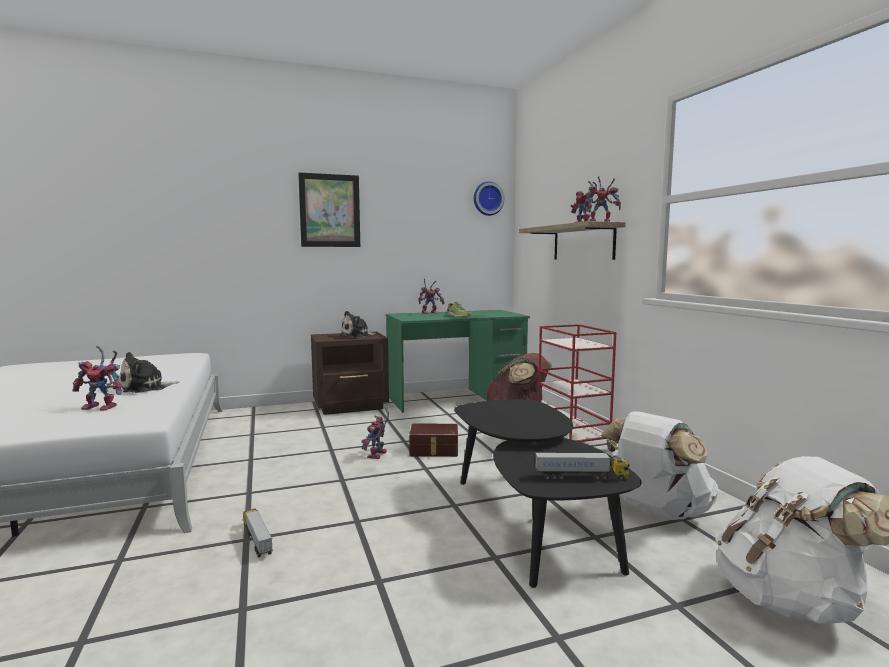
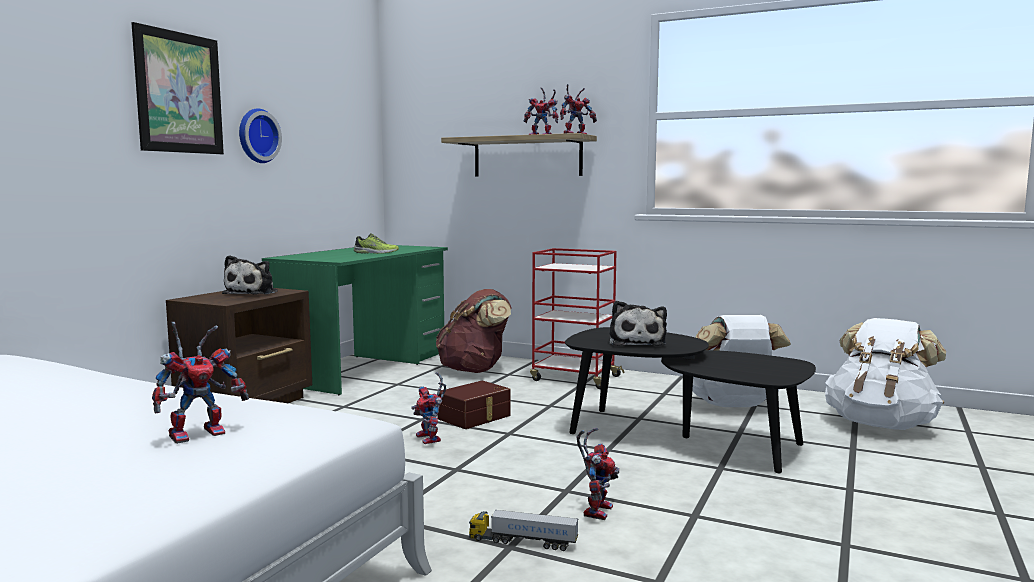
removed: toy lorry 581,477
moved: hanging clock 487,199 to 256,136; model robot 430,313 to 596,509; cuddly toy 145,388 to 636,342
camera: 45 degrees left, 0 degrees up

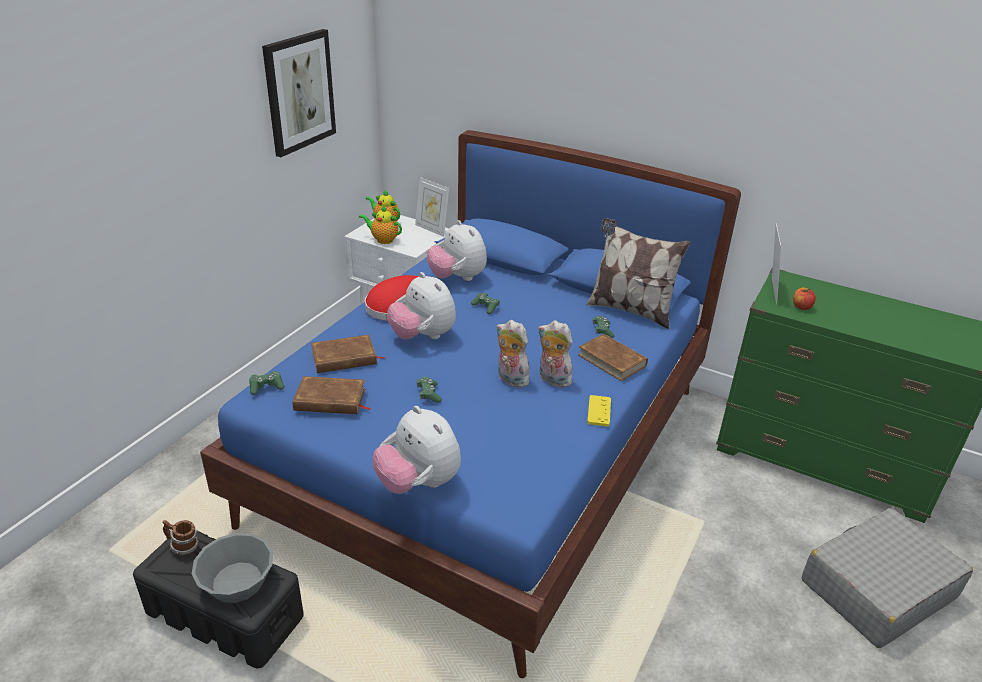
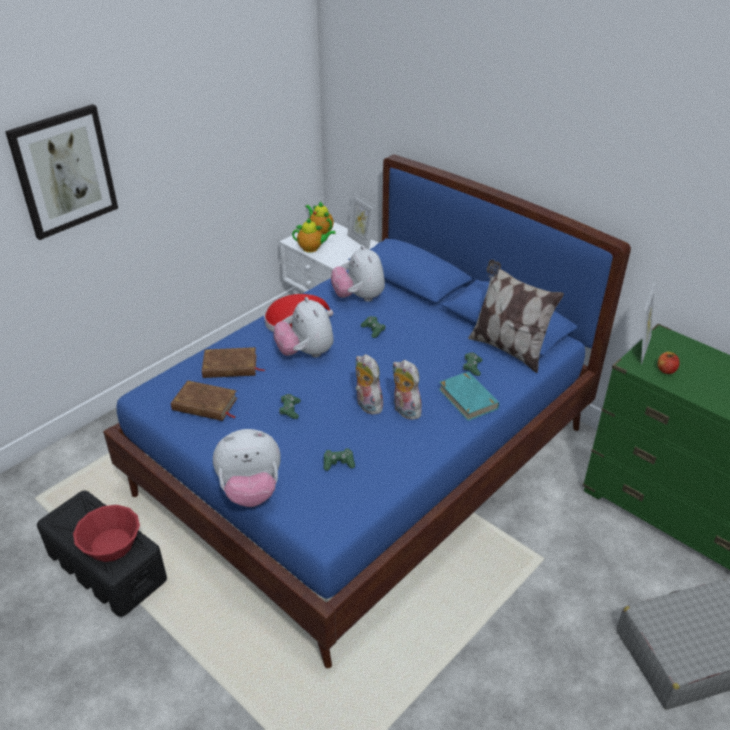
removed: yellow-coloured joypad 599,411; coffee mug 183,547
moved: wall picture 299,92 to 64,171; green joypad 266,387 to 338,463
recoloured: brown volume 612,360 to turquoise-coloured volume 468,398; gray deep dish 237,581 to reddish deep dish 111,544
turned: teapot 383,240 = 312,249 150 degrees clockwise; cuddly toy 418,483 = 251,491 75 degrees counterclockwise
camera: 15 degrees right, 5 degrees up

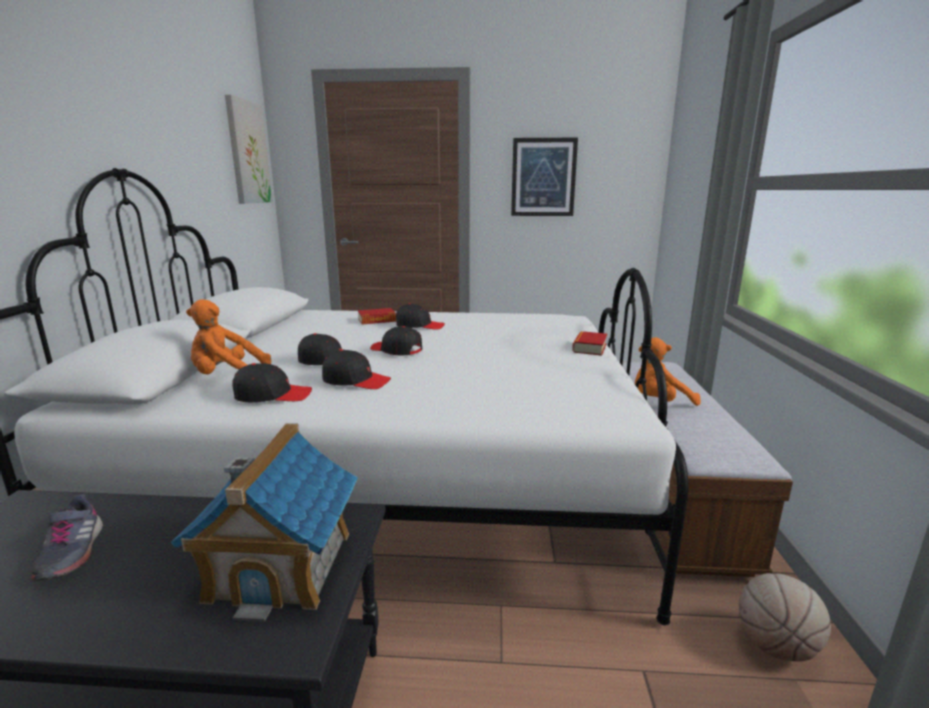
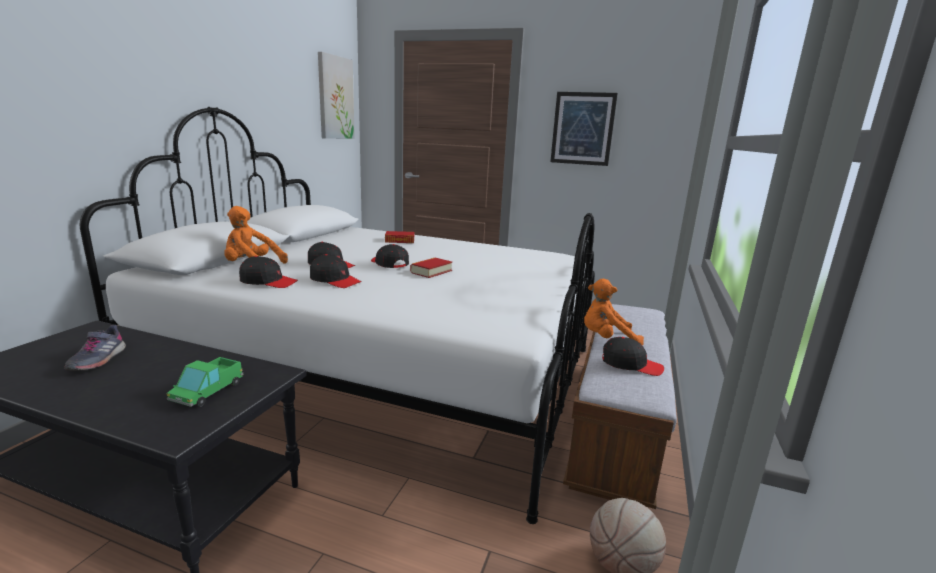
moved: blackish cap 419,326 to 631,364; volume 589,348 to 431,271
replaced: miniature house 282,565 to toy lorry 207,391
camera: 15 degrees right, 0 degrees up

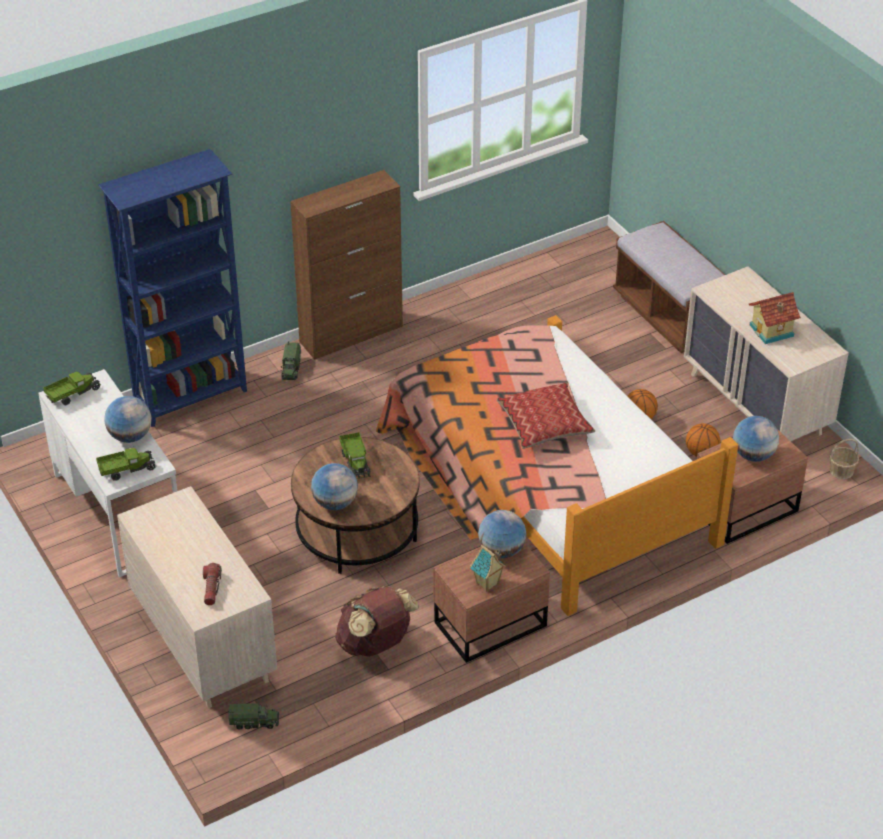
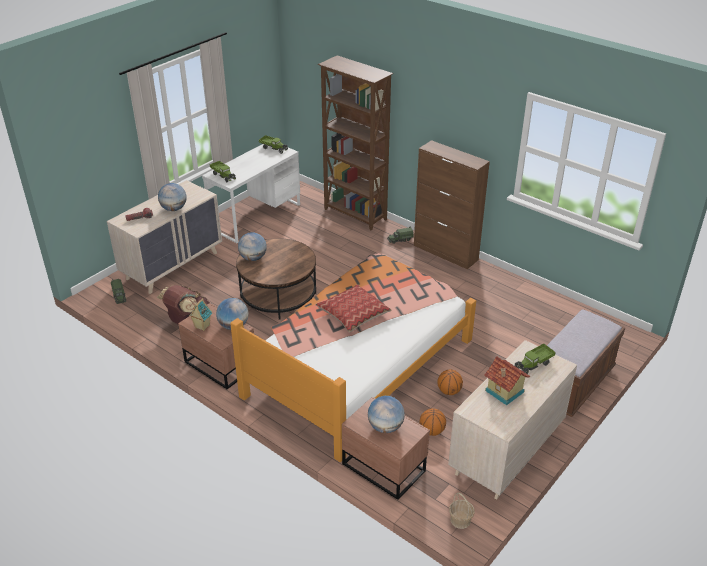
moved: desk globe 130,436 to 174,209; toy lorry 356,462 to 533,364
recoloured: blue-coloured bookshelf 192,397 to brown bookshelf 355,215
camera: 70 degrees right, 5 degrees down

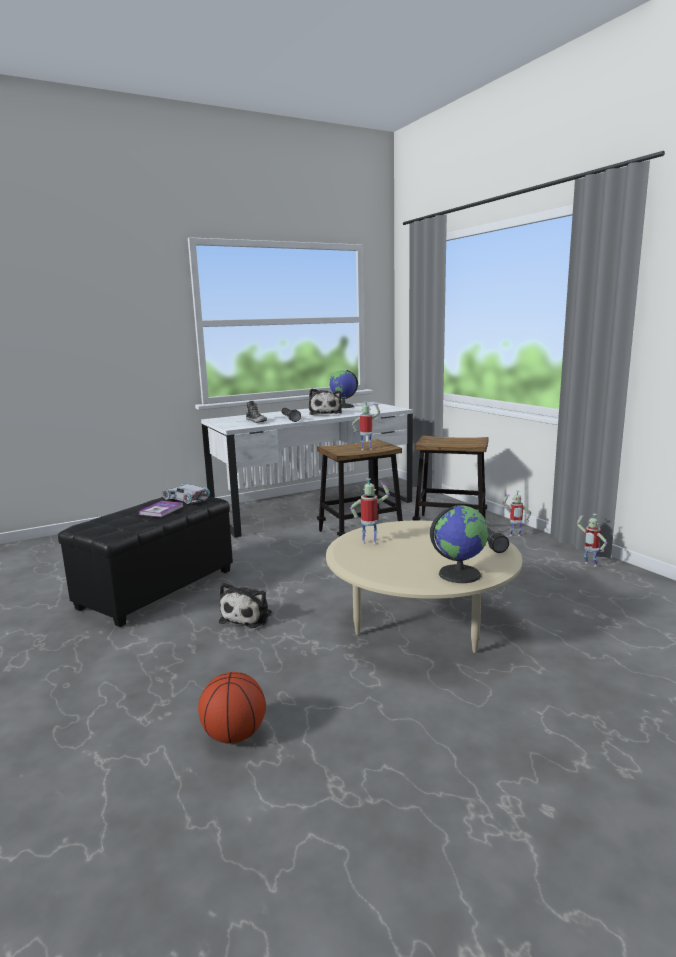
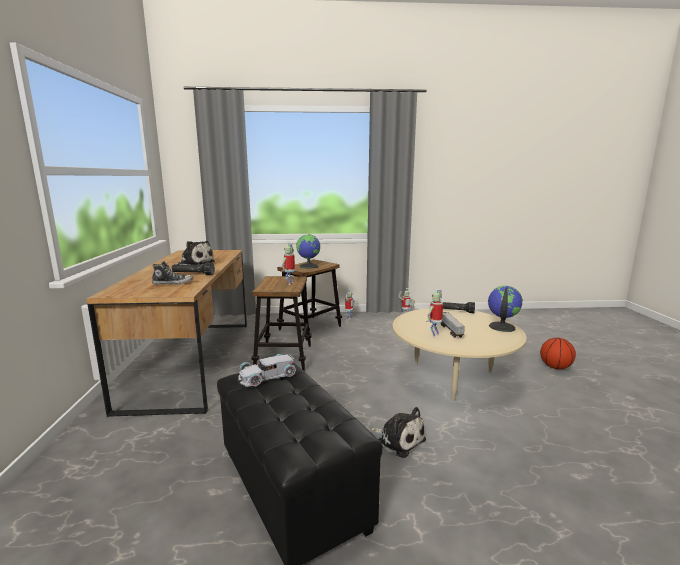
removed: volume 161,510
added: toy lorry 449,329
moved: desk globe 343,406 to 309,266; ball for basketball 234,735 to 555,367
recoloured: white desk table 313,508 to brown desk table 193,360
camera: 65 degrees left, 0 degrees up

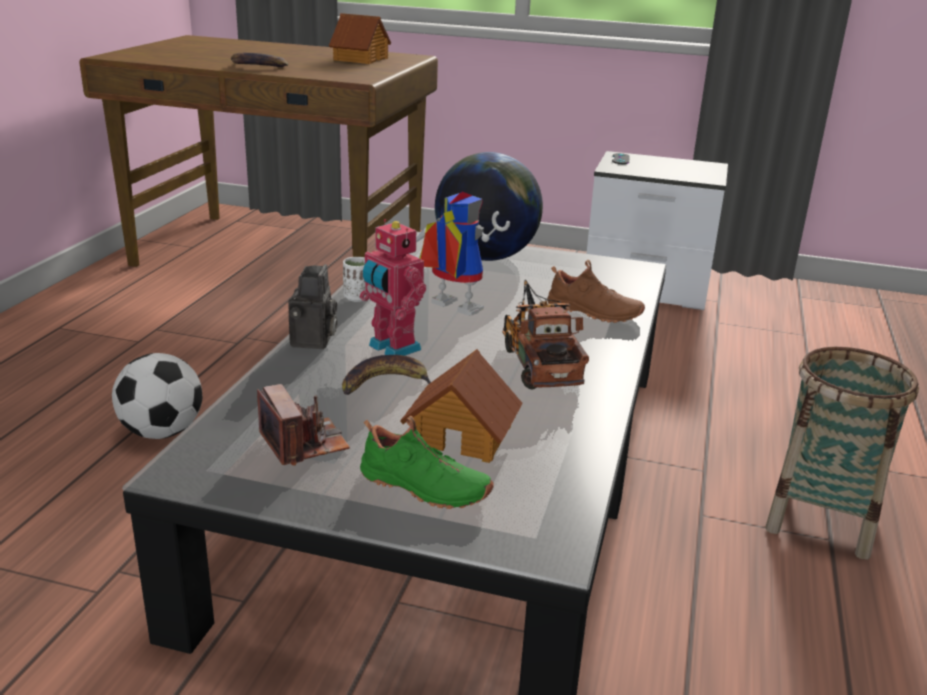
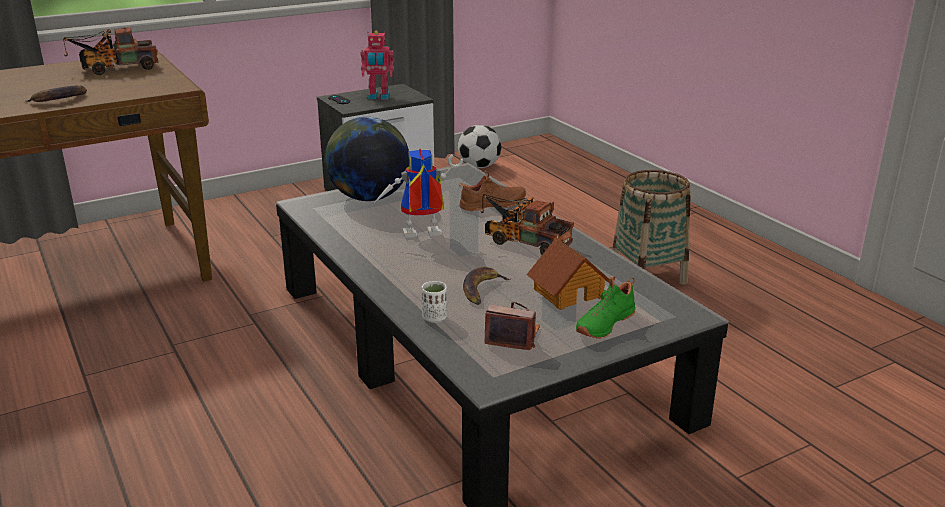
removed: photo camera 314,342
moved: model robot 392,348 to 379,97; white small cup 357,297 to 434,318; football 162,432 to 479,167
replaced: miniature house 360,59 to toy lorry 114,69
turned: green low shoe 423,489 = 603,323 150 degrees clockwise
camera: 45 degrees left, 0 degrees up

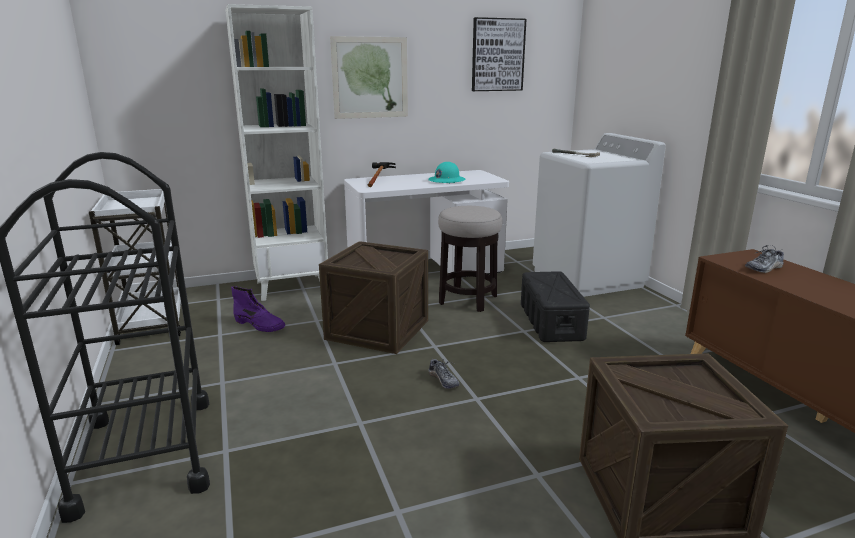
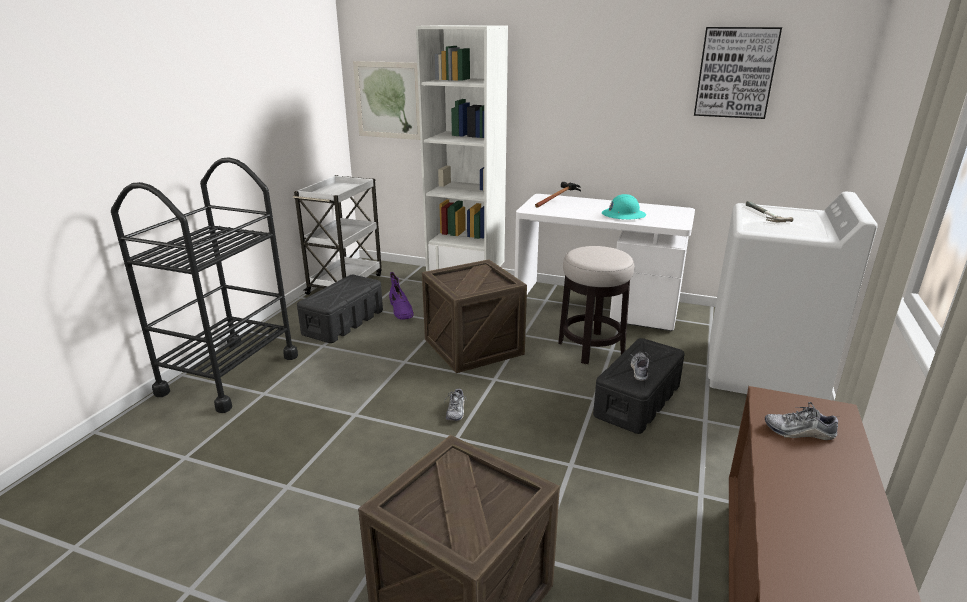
added: blackish storage bin 344,322; low shoe 639,370
moved: wall picture 370,78 to 388,100
camera: 40 degrees right, 5 degrees up

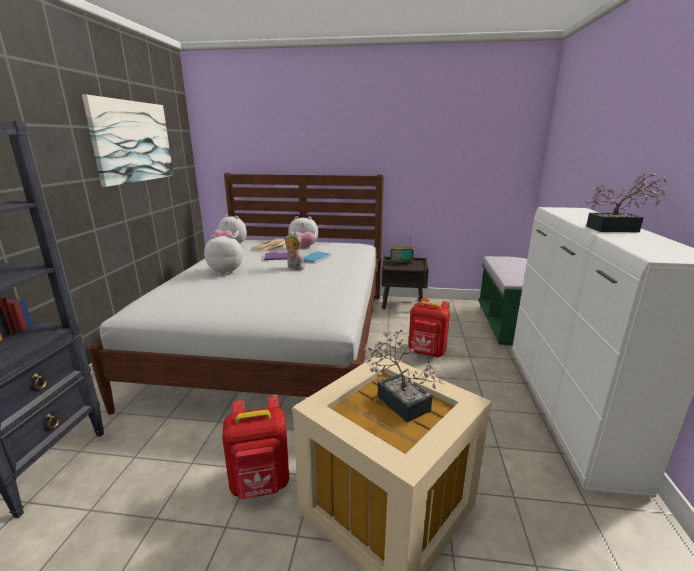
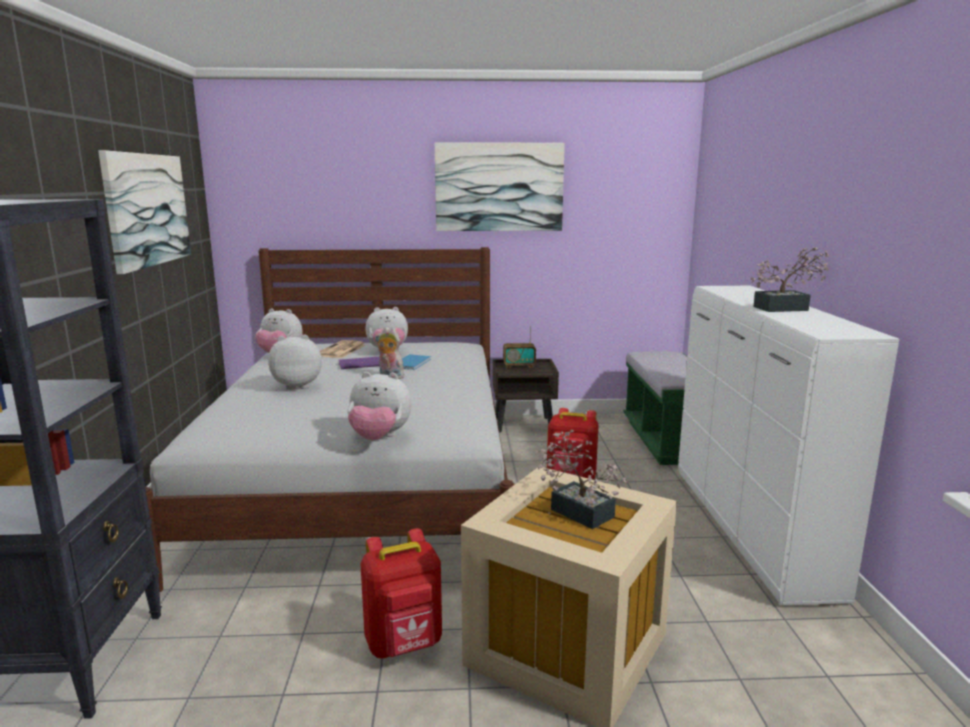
added: wall picture 499,187; cuddly toy 379,438
camera: 10 degrees left, 5 degrees down

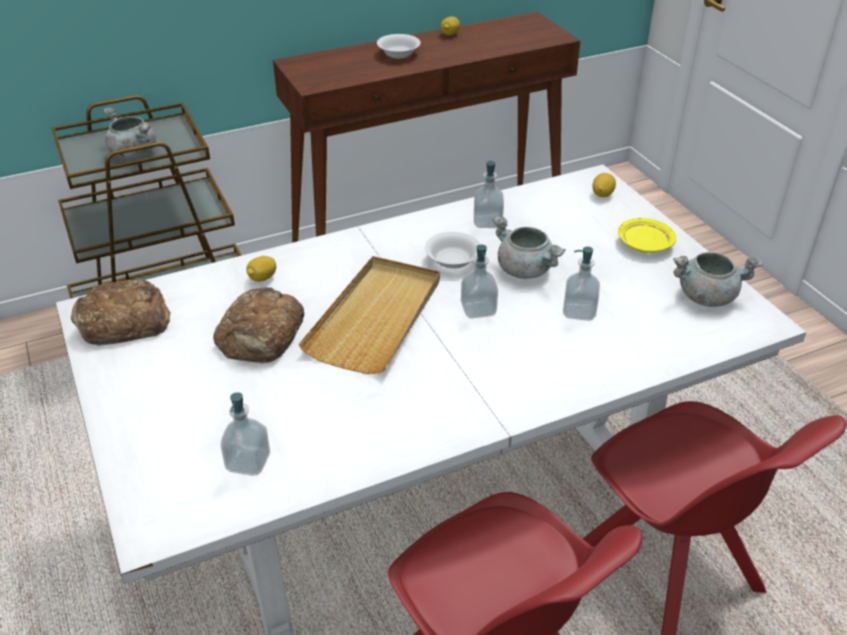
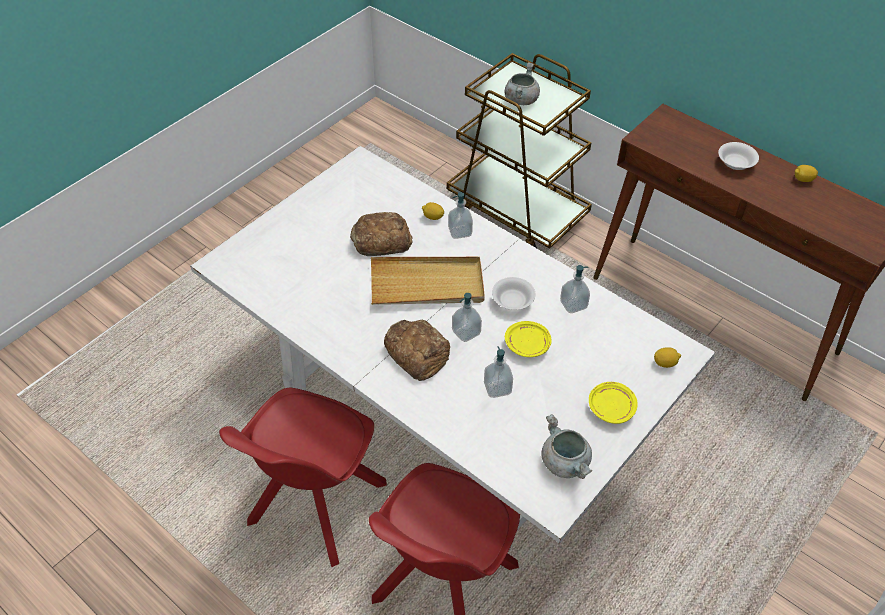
moved: bread 123,321 to 417,352; soap bottle 248,462 to 460,232
replaced: gray stockpot 526,270 to yellow-coloured dinner plate 528,344
camera: 65 degrees right, 10 degrees up

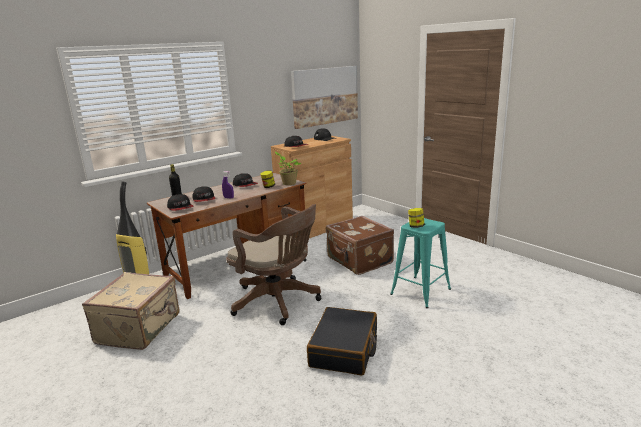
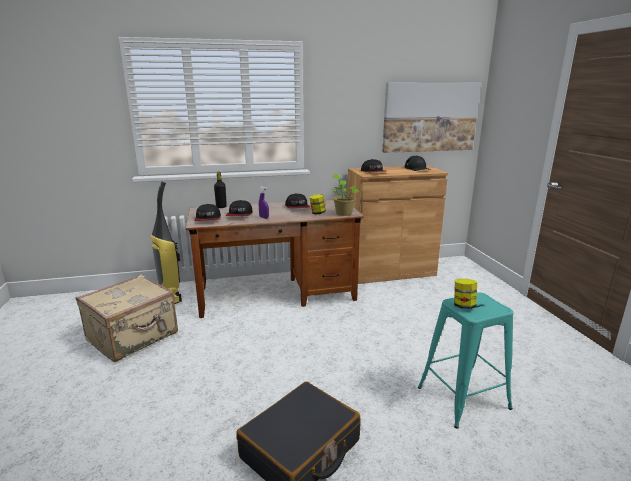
removed: brown computer chair 279,302; brown travel case 359,261
camera: 25 degrees right, 0 degrees up

